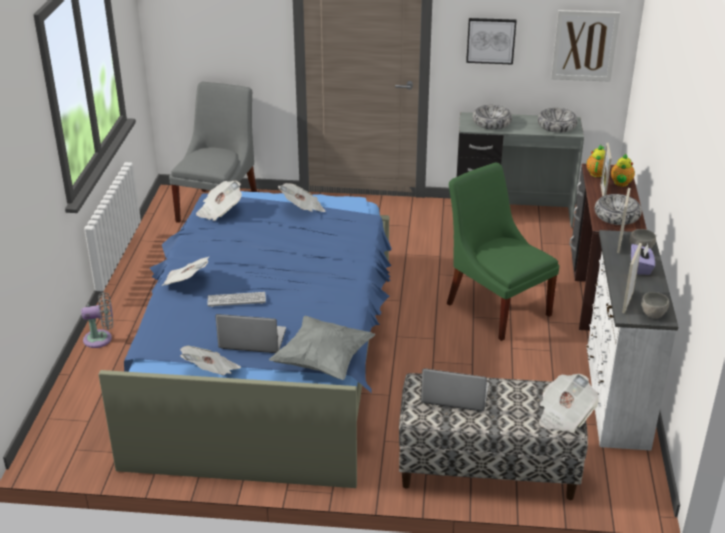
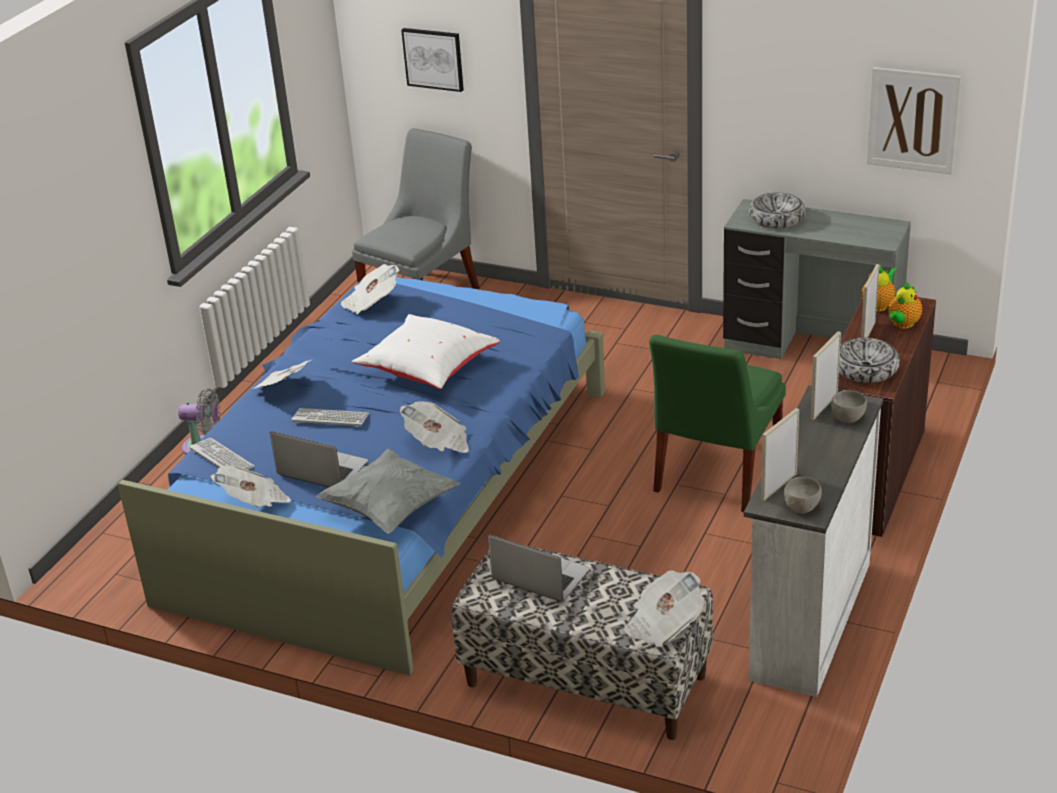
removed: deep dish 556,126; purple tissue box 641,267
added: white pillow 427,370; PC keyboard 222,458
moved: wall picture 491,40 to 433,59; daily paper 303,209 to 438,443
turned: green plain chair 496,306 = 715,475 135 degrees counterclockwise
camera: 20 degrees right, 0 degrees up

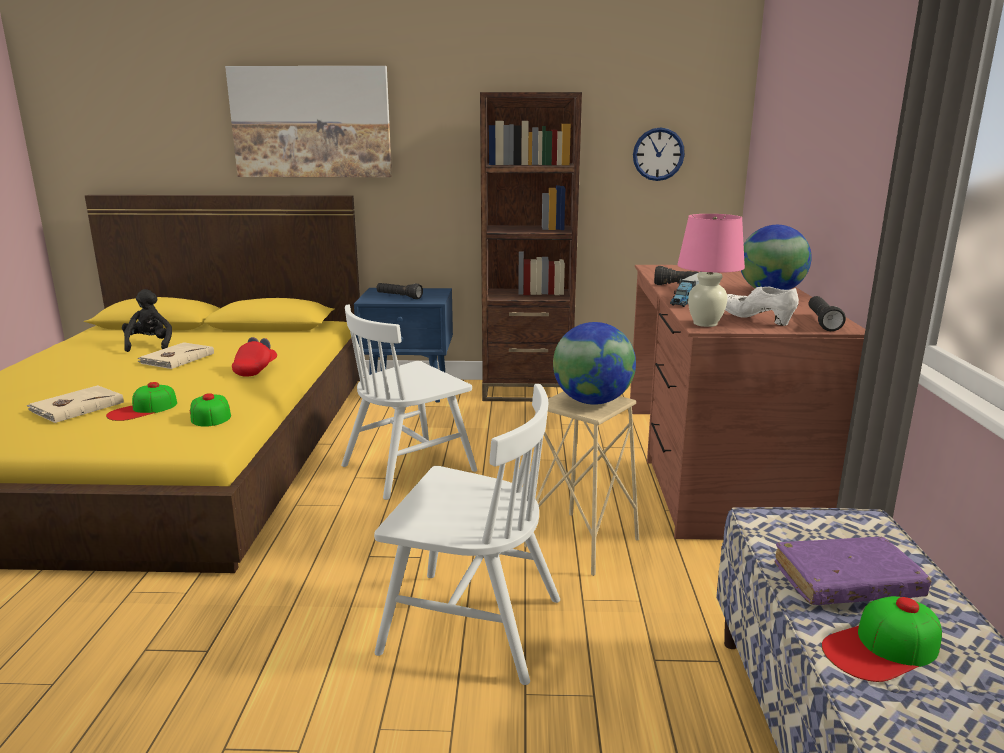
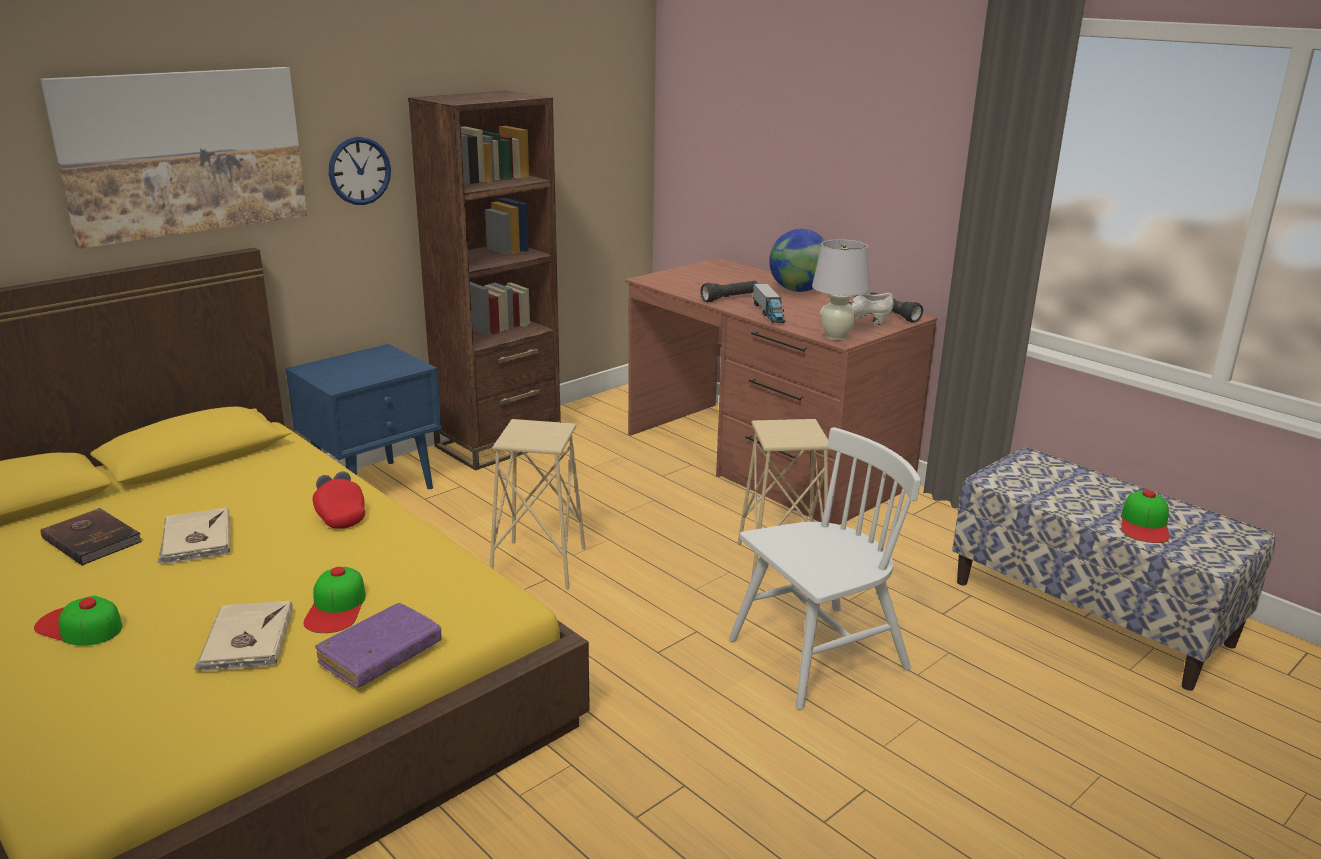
removed: blackish torch 399,297; desk globe 592,401
moved: hanging clock 658,154 to 359,171; cap 210,414 to 79,626; purple volume 846,583 to 380,655
replaced: blackish cuddly toy 150,345 to brown volume 93,539; white plain chair 409,468 to beige-coloured stool 538,565
recoloured: pink-coloured table lamp 705,323 to white table lamp 836,337
camera: 45 degrees left, 5 degrees up

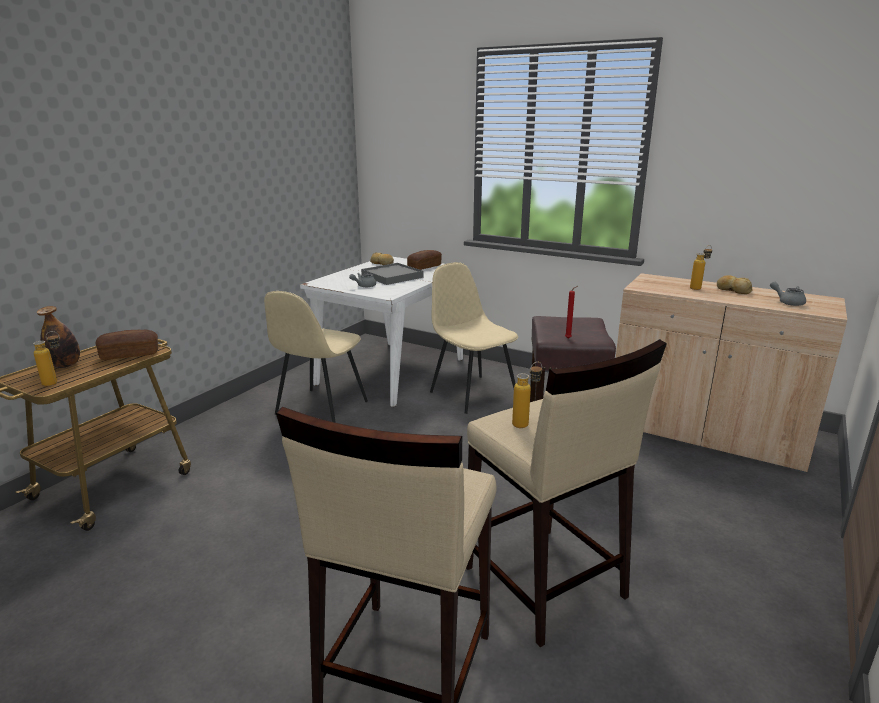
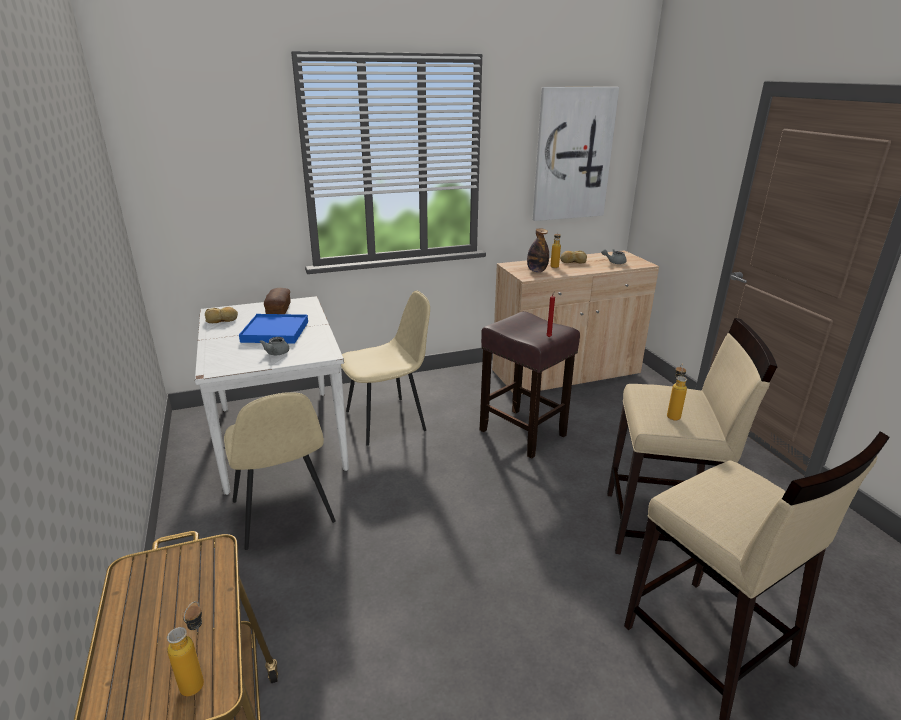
removed: bread 130,354
added: wall picture 572,155
moved: bottle 65,365 to 536,271
recoloured: gray serving tray 392,276 to blue-coloured serving tray 275,331
turned: beige-coloured plain chair 472,393 = 387,420 150 degrees clockwise
camera: 50 degrees left, 5 degrees up

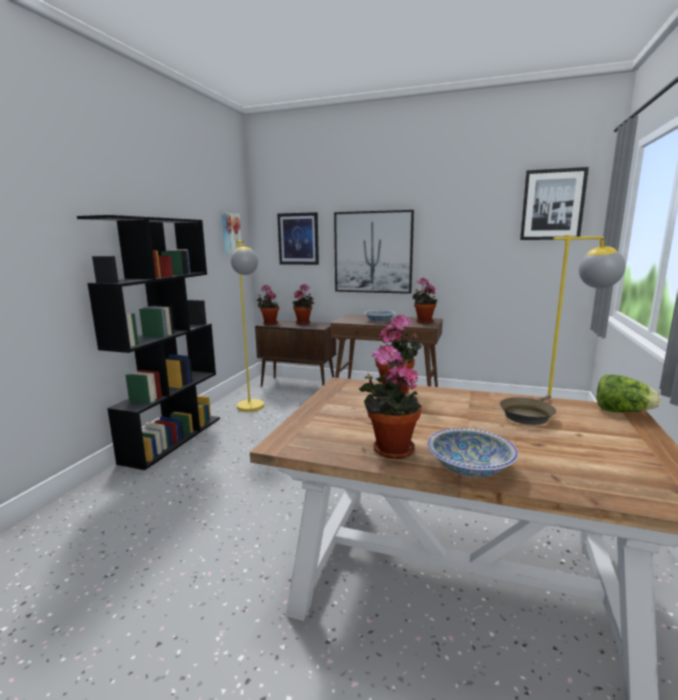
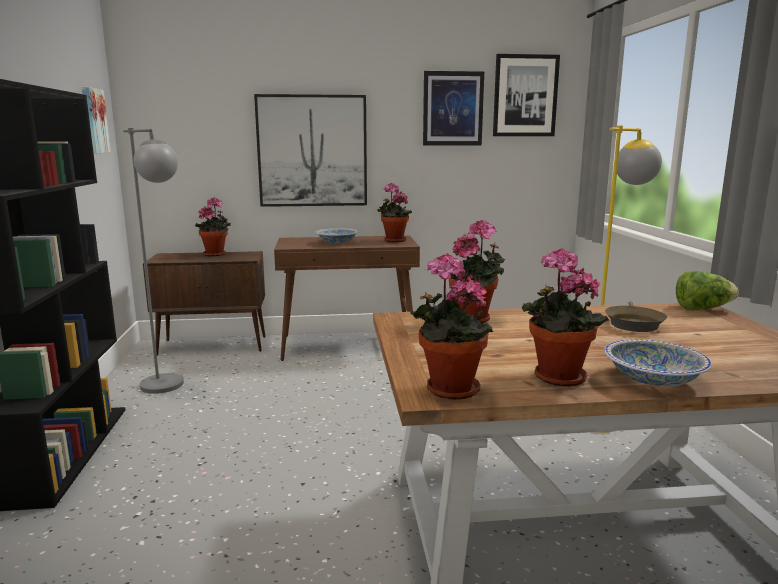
moved: wall picture 298,239 to 452,109; houseplant 269,323 to 447,390
recoloured: yellow-coloured standing lamp 252,410 to gray standing lamp 169,389
camera: 25 degrees left, 0 degrees up

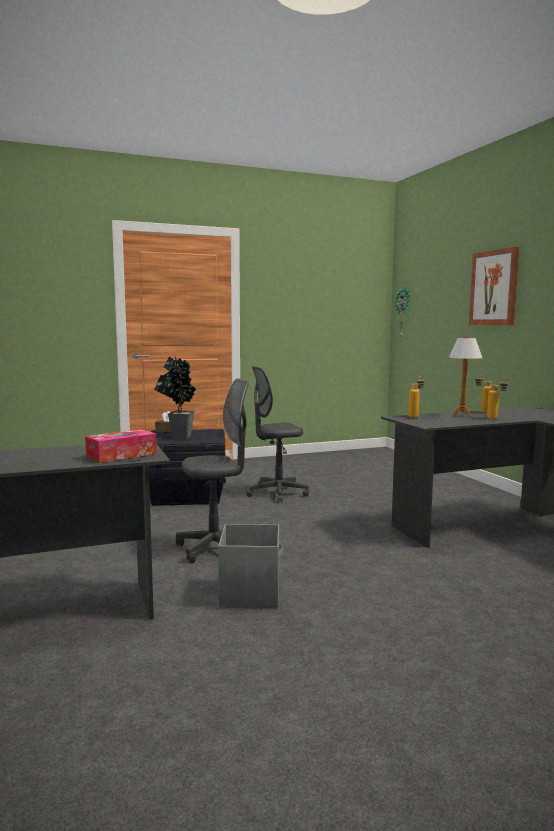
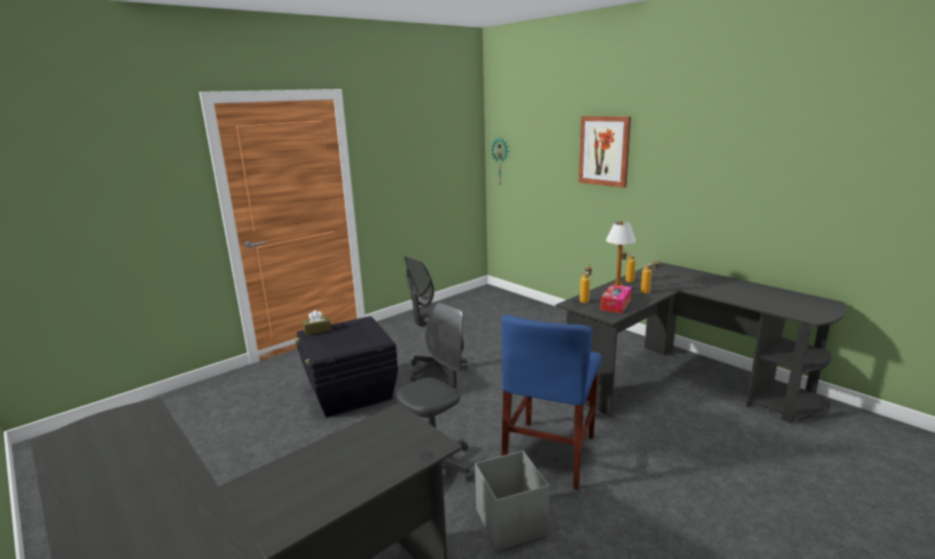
removed: houseplant 179,437
added: blue-coloured plain chair 549,453
moved: tissue box 121,455 to 615,304
camera: 20 degrees left, 10 degrees up

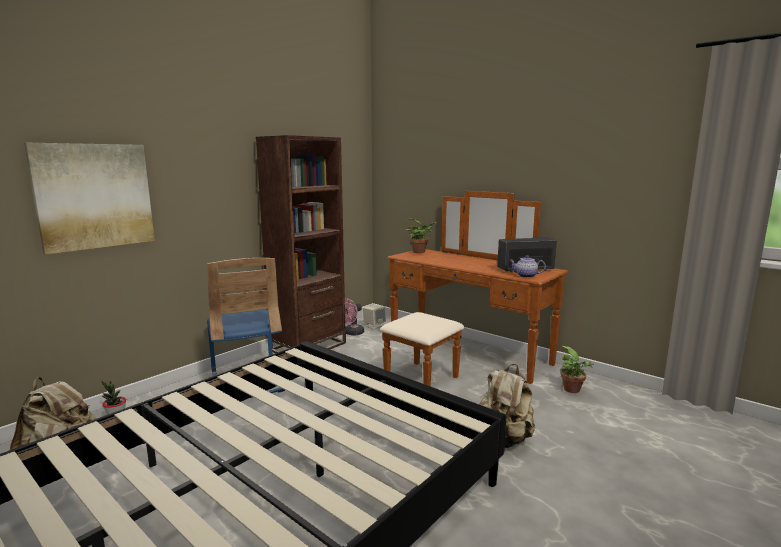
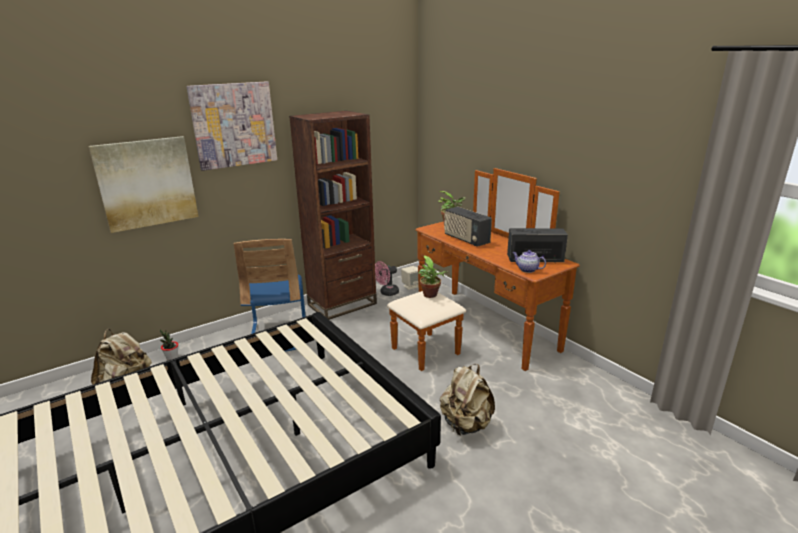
added: wall picture 234,125; radio 466,239
moved: houseplant 573,390 to 431,295
camera: 15 degrees right, 10 degrees up

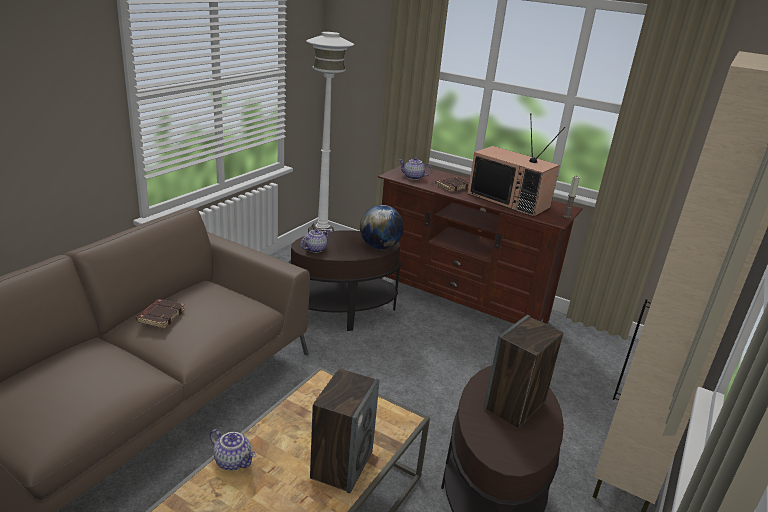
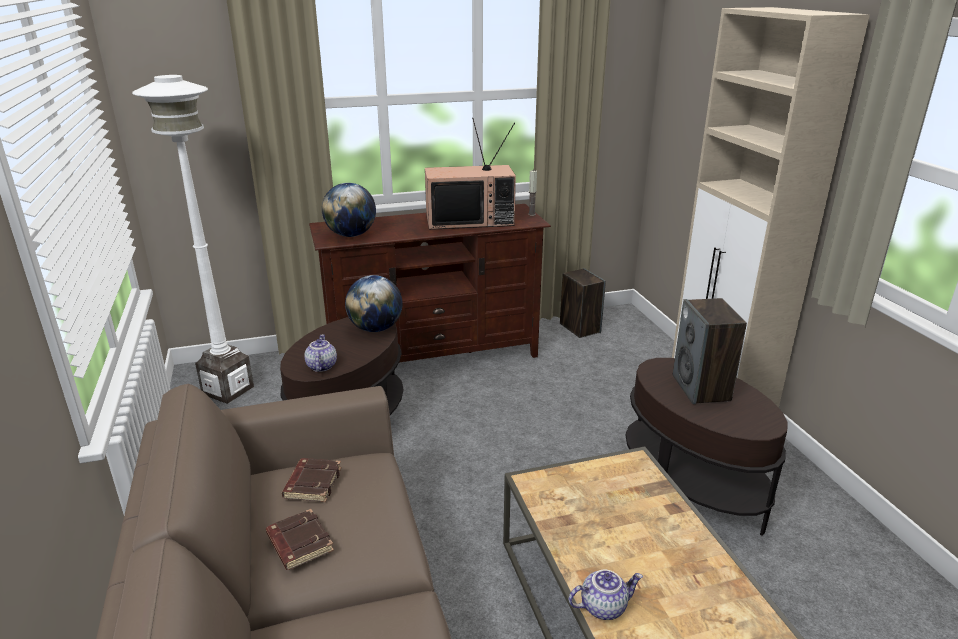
moved: brown volume 453,186 to 312,483; loudspeaker 341,464 to 579,328
replaced: teapot 413,177 to desk globe 351,235
camera: 45 degrees left, 0 degrees up

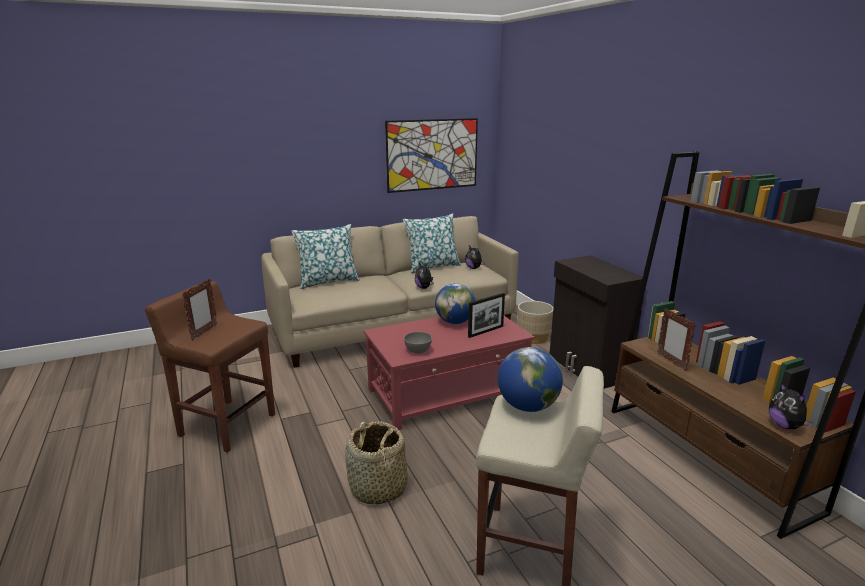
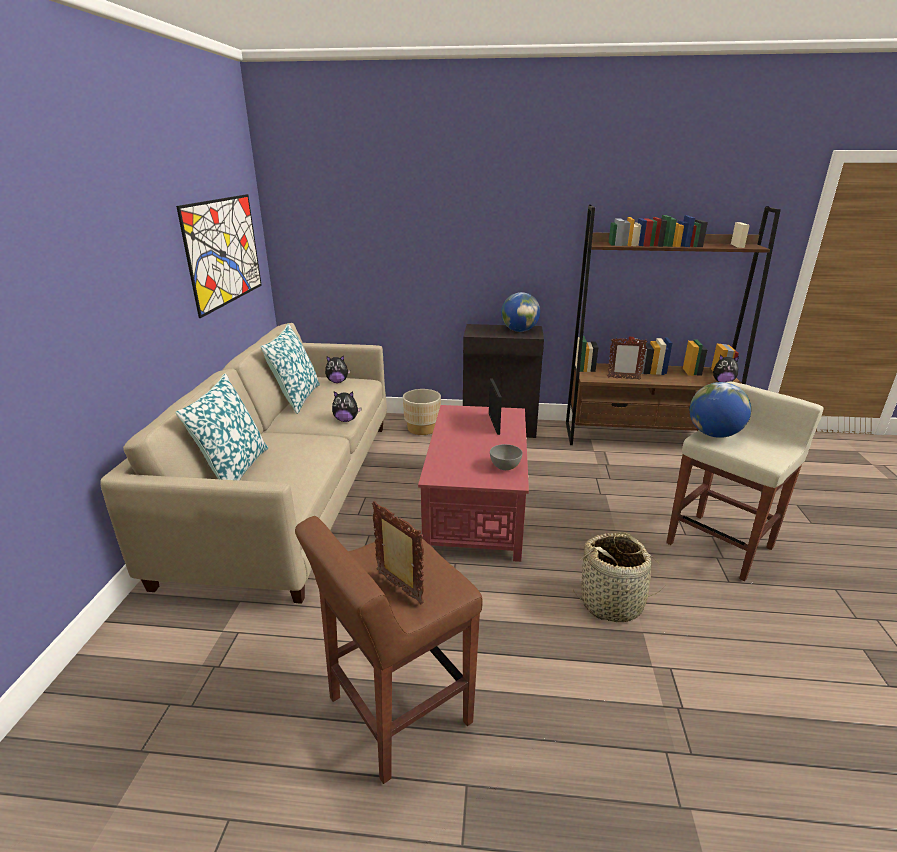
moved: desk globe 455,322 to 519,331
camera: 60 degrees left, 5 degrees up

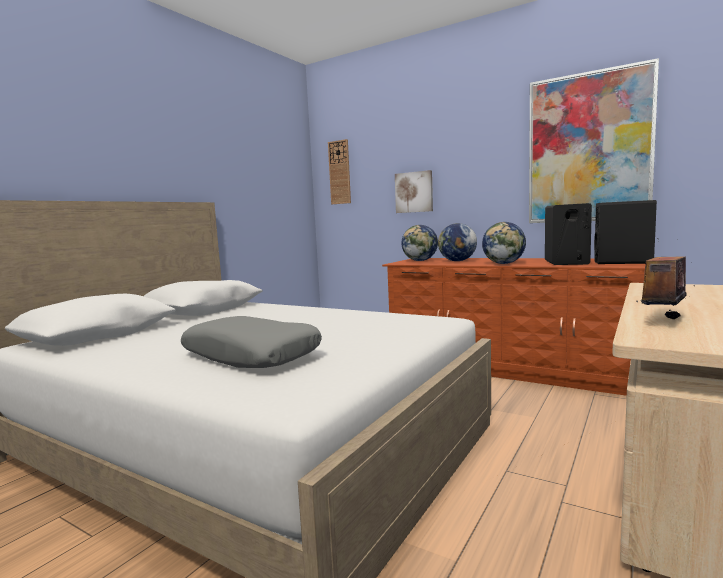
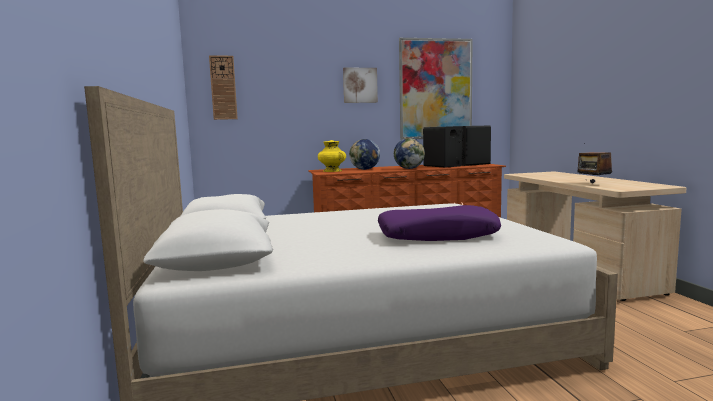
moved: wall picture 414,192 to 360,85
replaced: desk globe 420,261 to yellow-coloured vase 332,171
recoloured: gray pillow 251,355 to purple pillow 437,235
camera: 45 degrees left, 0 degrees up

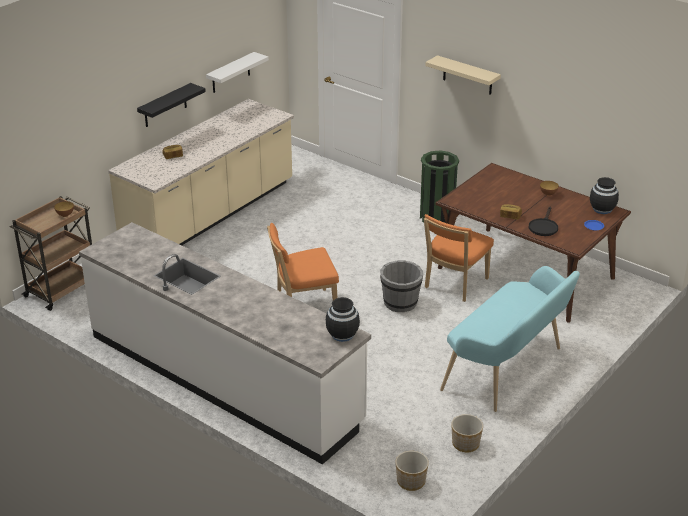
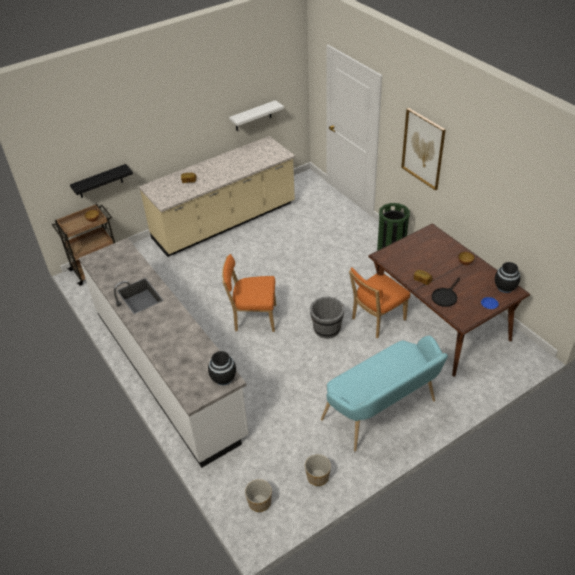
moved: blackish bracket shelf 165,106 to 100,181
replaced: beige-coloured bracket shelf 467,75 to wall picture 423,149
camera: 20 degrees right, 10 degrees up

